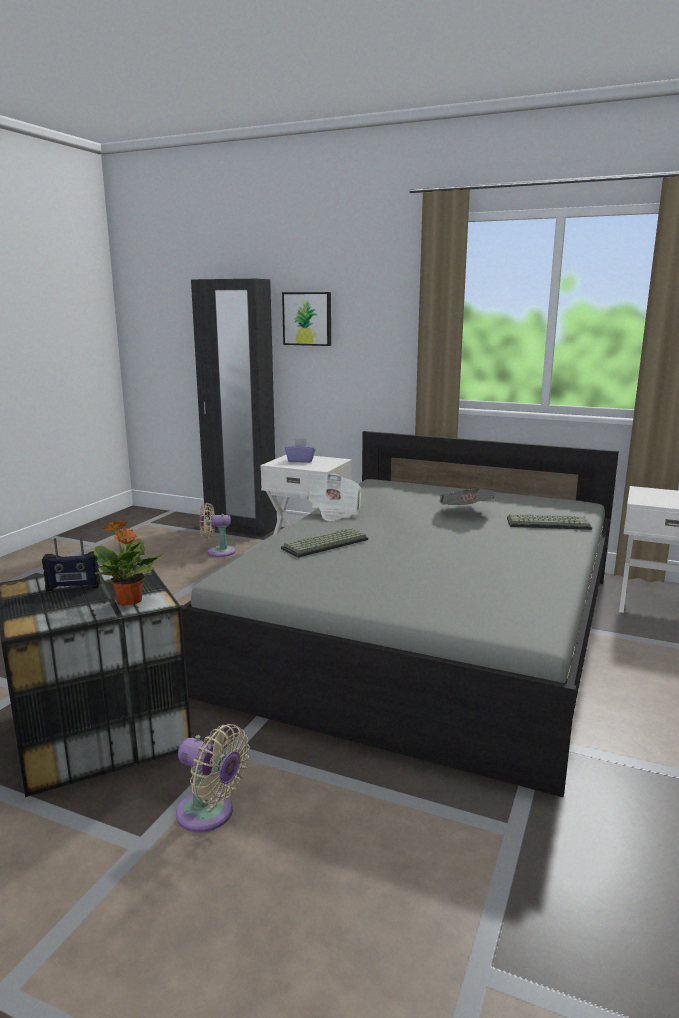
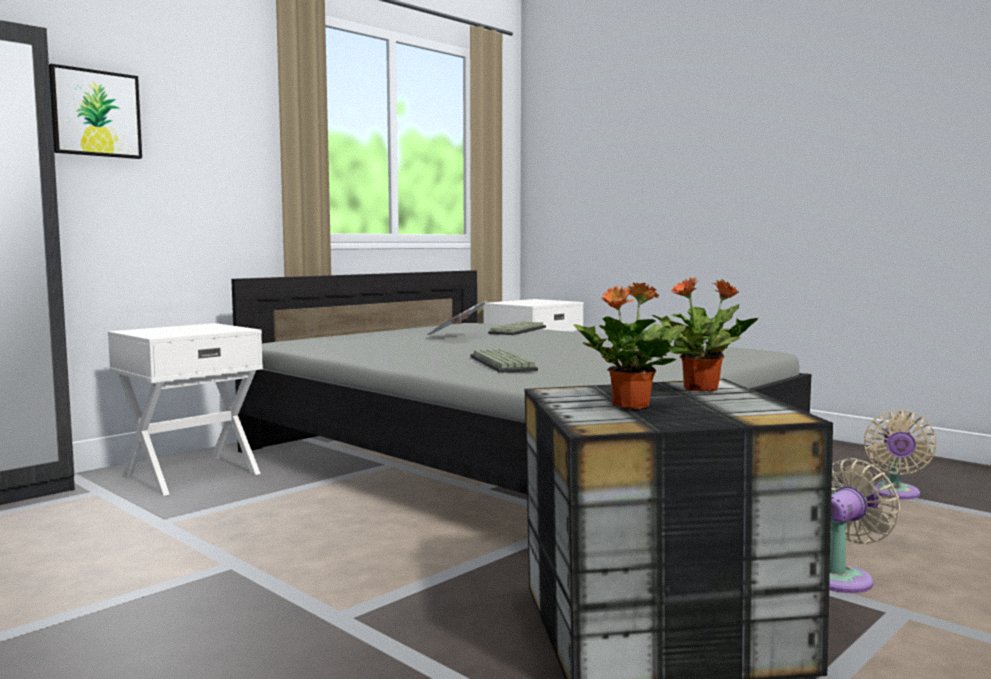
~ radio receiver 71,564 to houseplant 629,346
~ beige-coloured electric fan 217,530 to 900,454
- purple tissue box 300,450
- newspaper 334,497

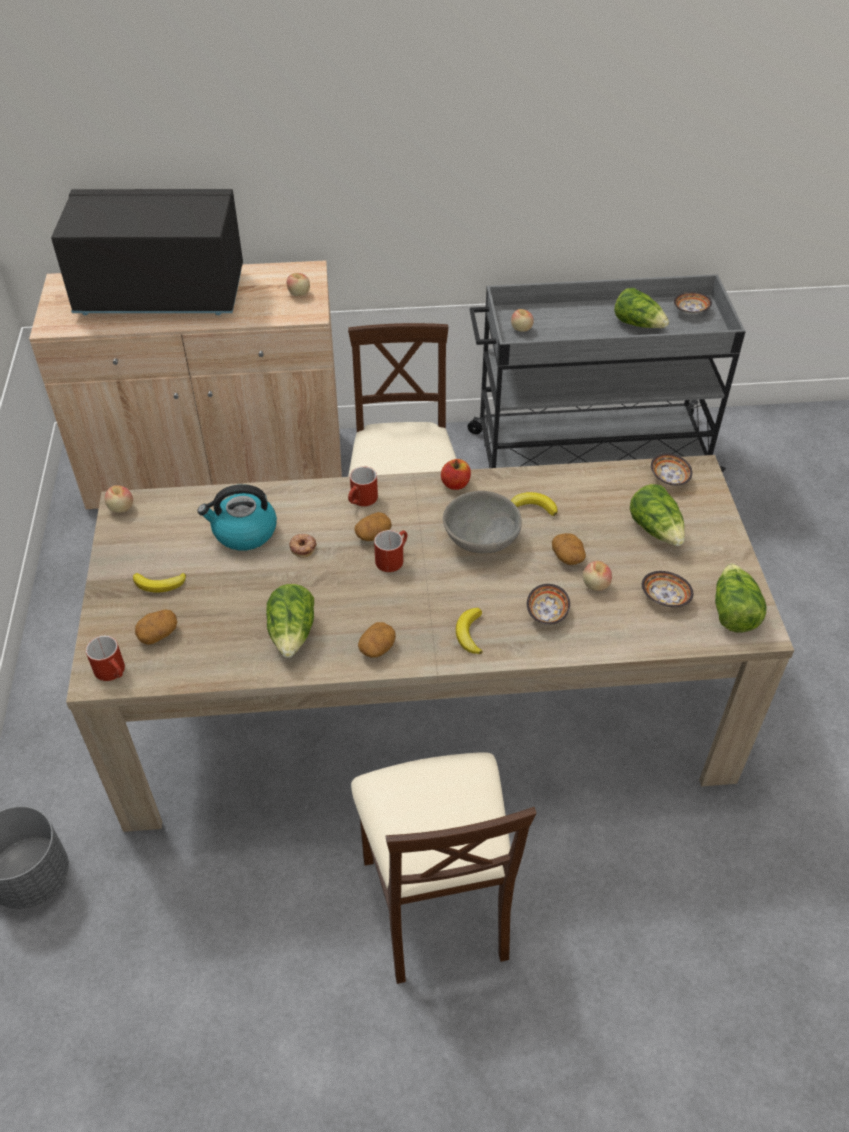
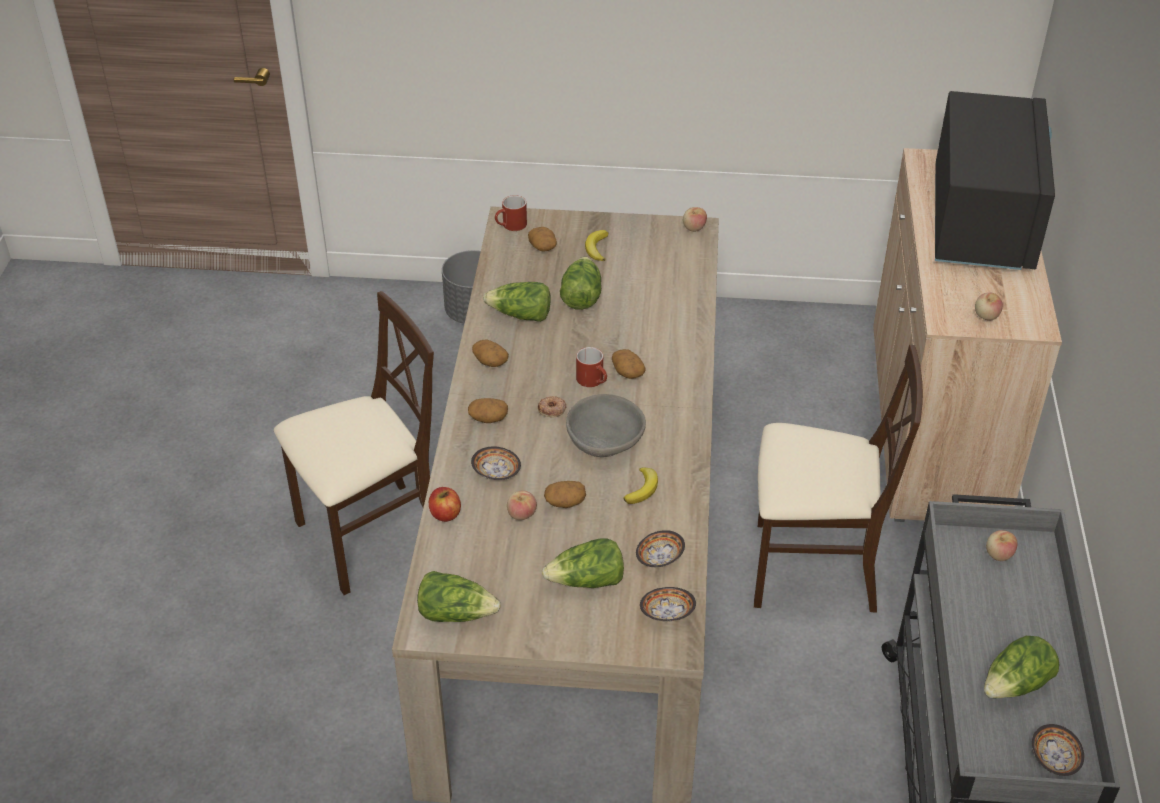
- water kettle 237,517
~ doughnut 303,546 to 552,407
- red-coloured coffee mug 363,486
~ beige-coloured plain chair 443,868 = 354,443 150 degrees clockwise
~ whole apple 456,474 to 445,504
~ banana fruit 469,631 to potato 488,410
~ serving bowl 667,589 to 660,548
+ lettuce head 580,283

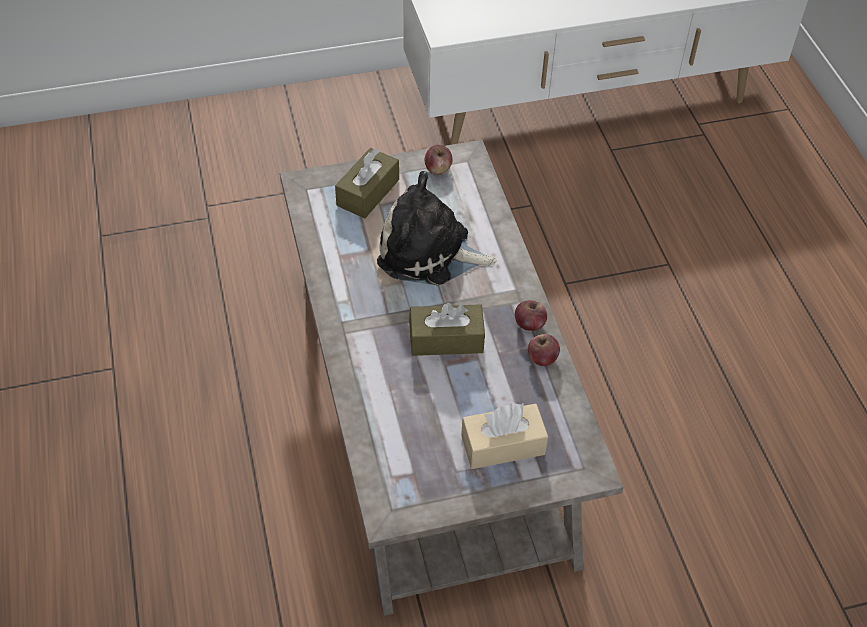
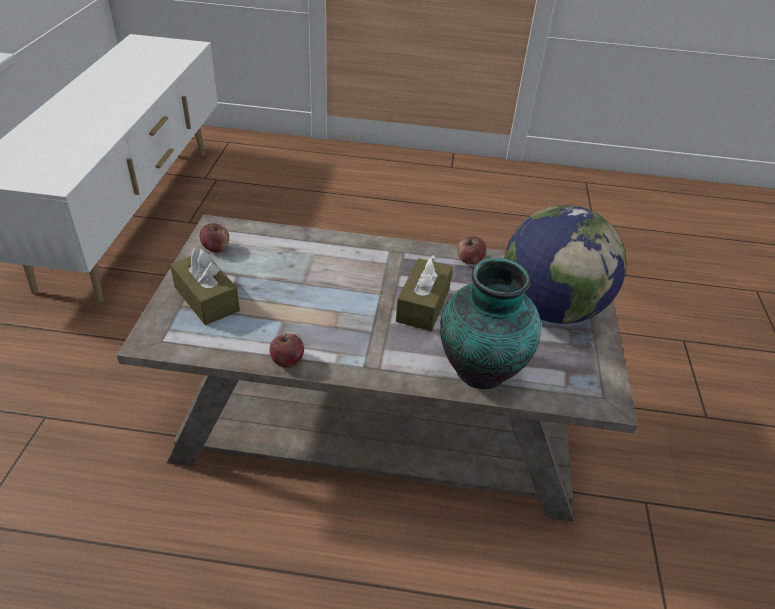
- soft toy 437,228
~ beige-coloured tissue box 504,435 to desk globe 565,264
~ whole apple 531,315 to 286,350
+ decorative vase 490,323

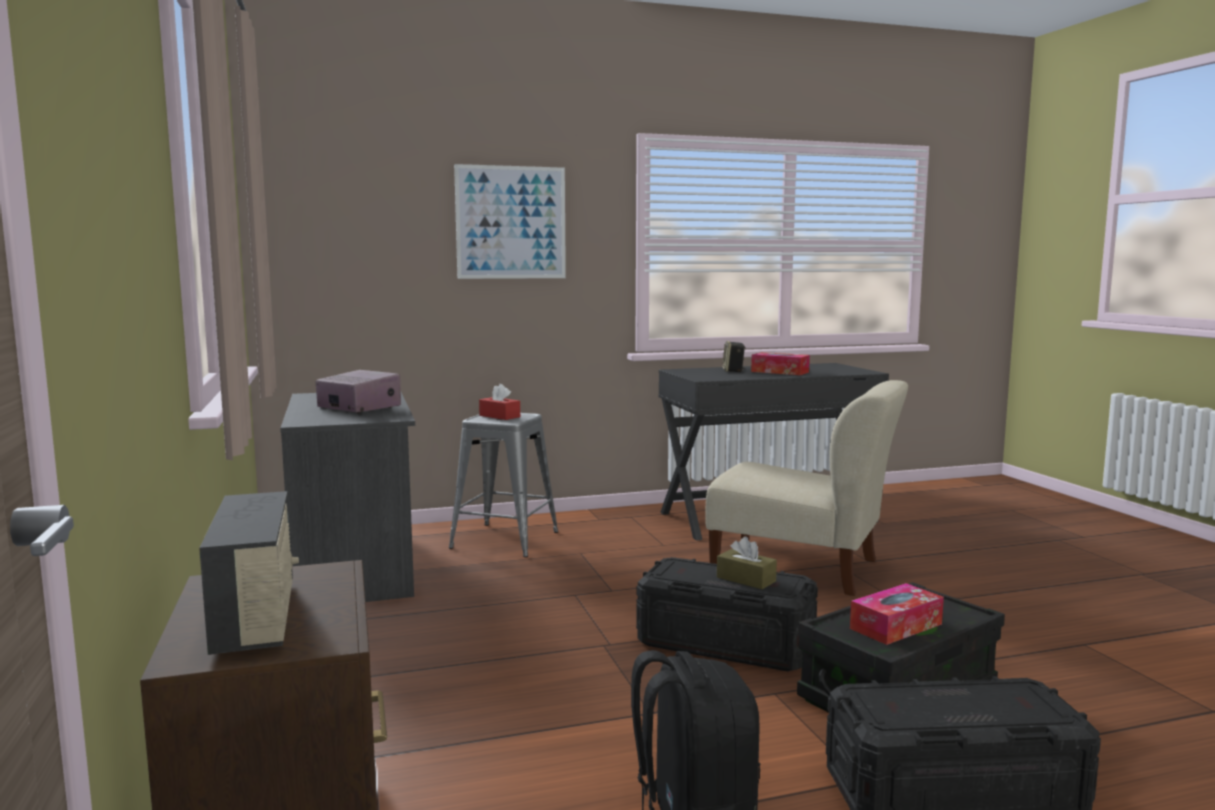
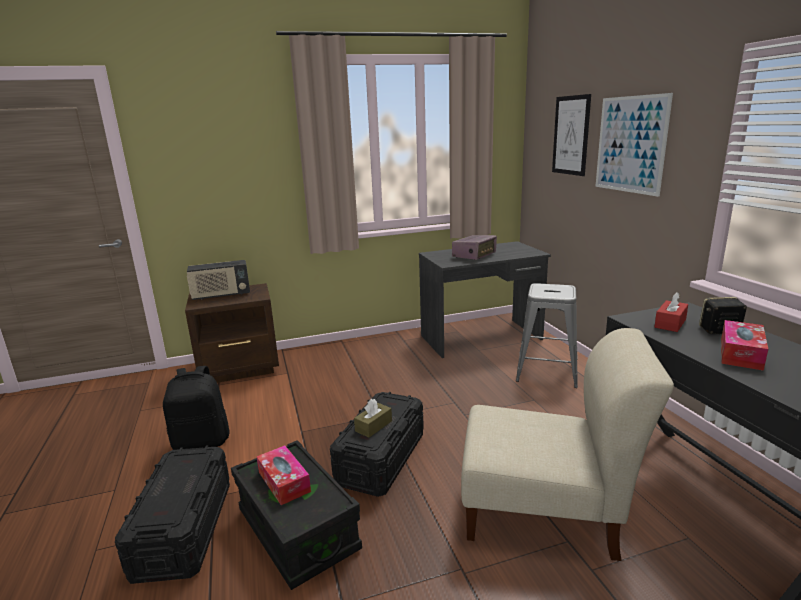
~ red-coloured tissue box 499,402 to 671,312
~ beige-coloured plain chair 806,488 = 567,444 105 degrees counterclockwise
+ wall picture 571,135

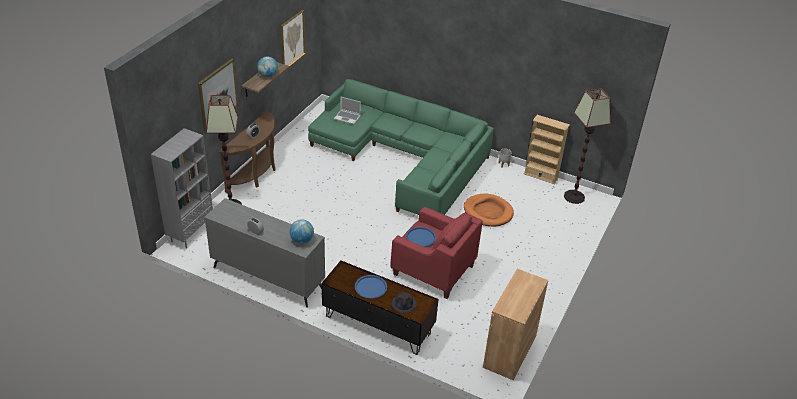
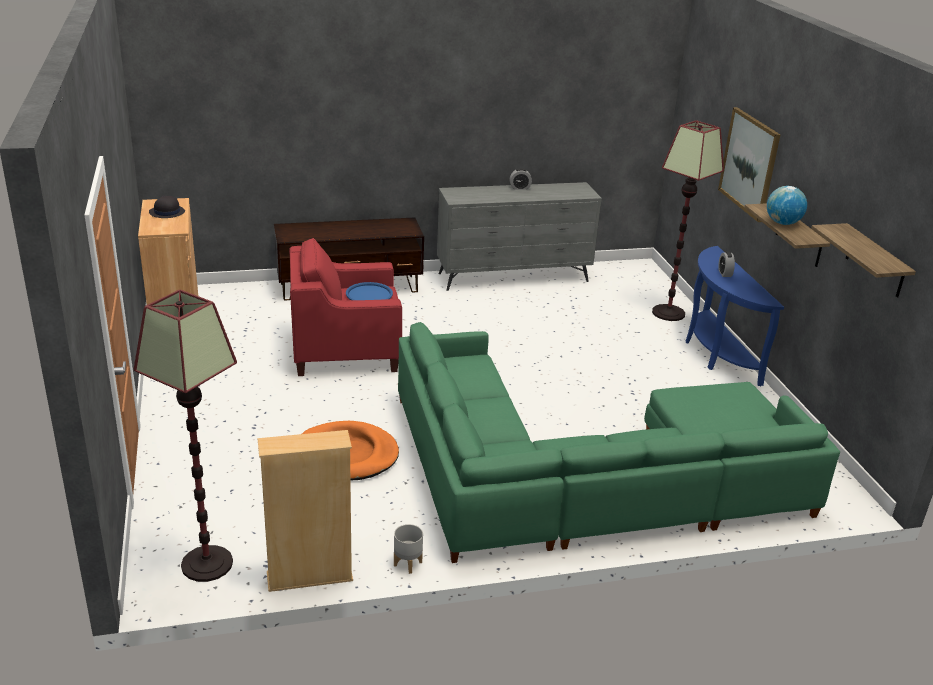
- greyish bookcase 182,188
~ brown-coloured hall table 247,152 to blue hall table 735,316
~ wall picture 293,38 to wall shelf 863,260
- desk globe 301,231
- notebook computer 347,110
- blue carrying tray 371,287
~ blackish wearable hat 404,302 to 167,206

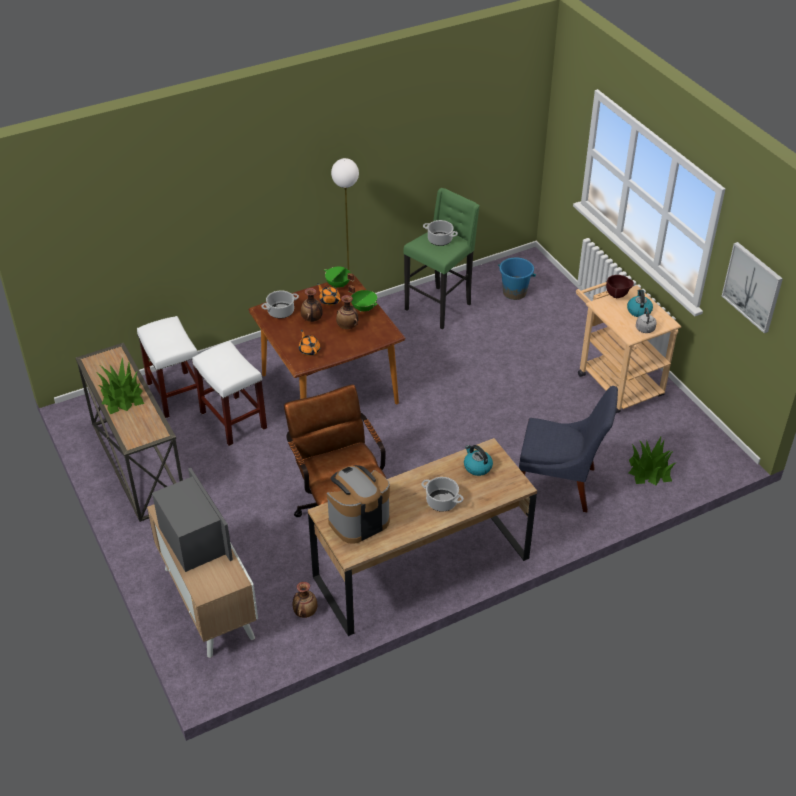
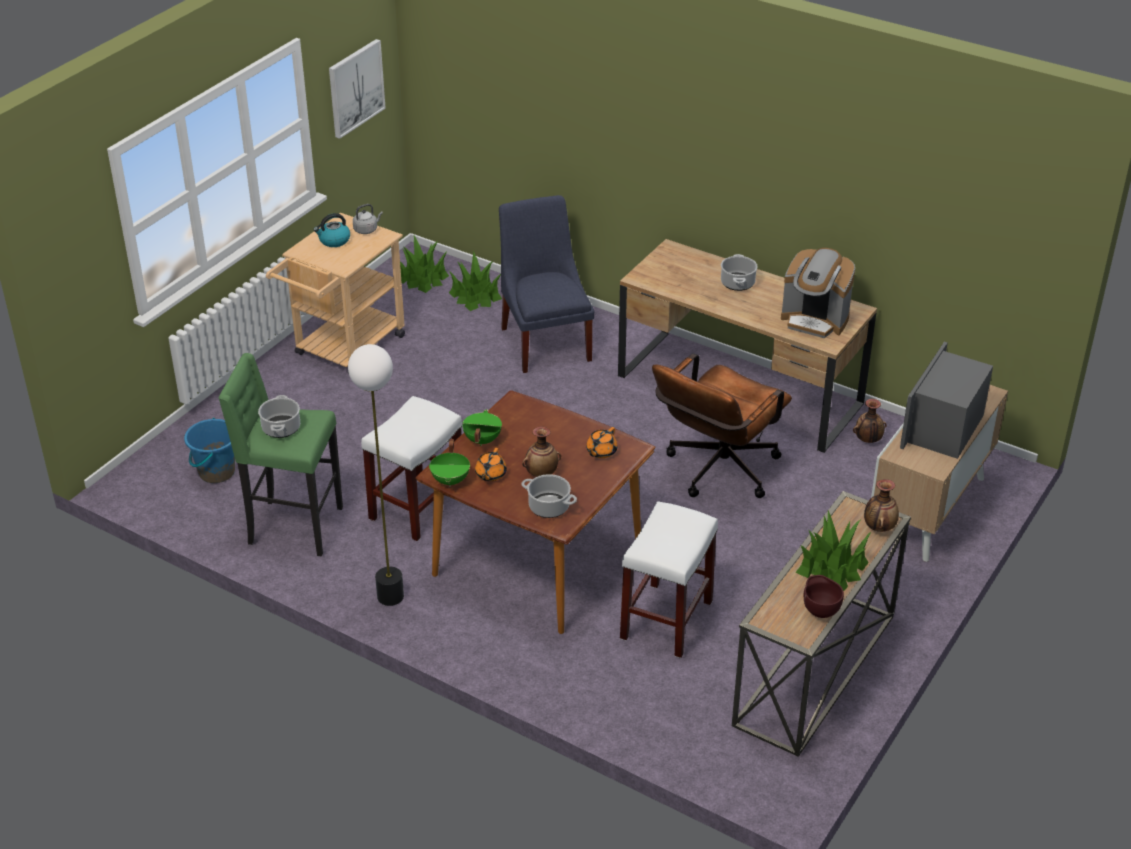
~ white stool seat 171,367 to 411,468
~ decorative vase 347,312 to 881,505
- water kettle 478,460
~ brown-coloured serving bowl 620,286 to 824,596
+ houseplant 424,264

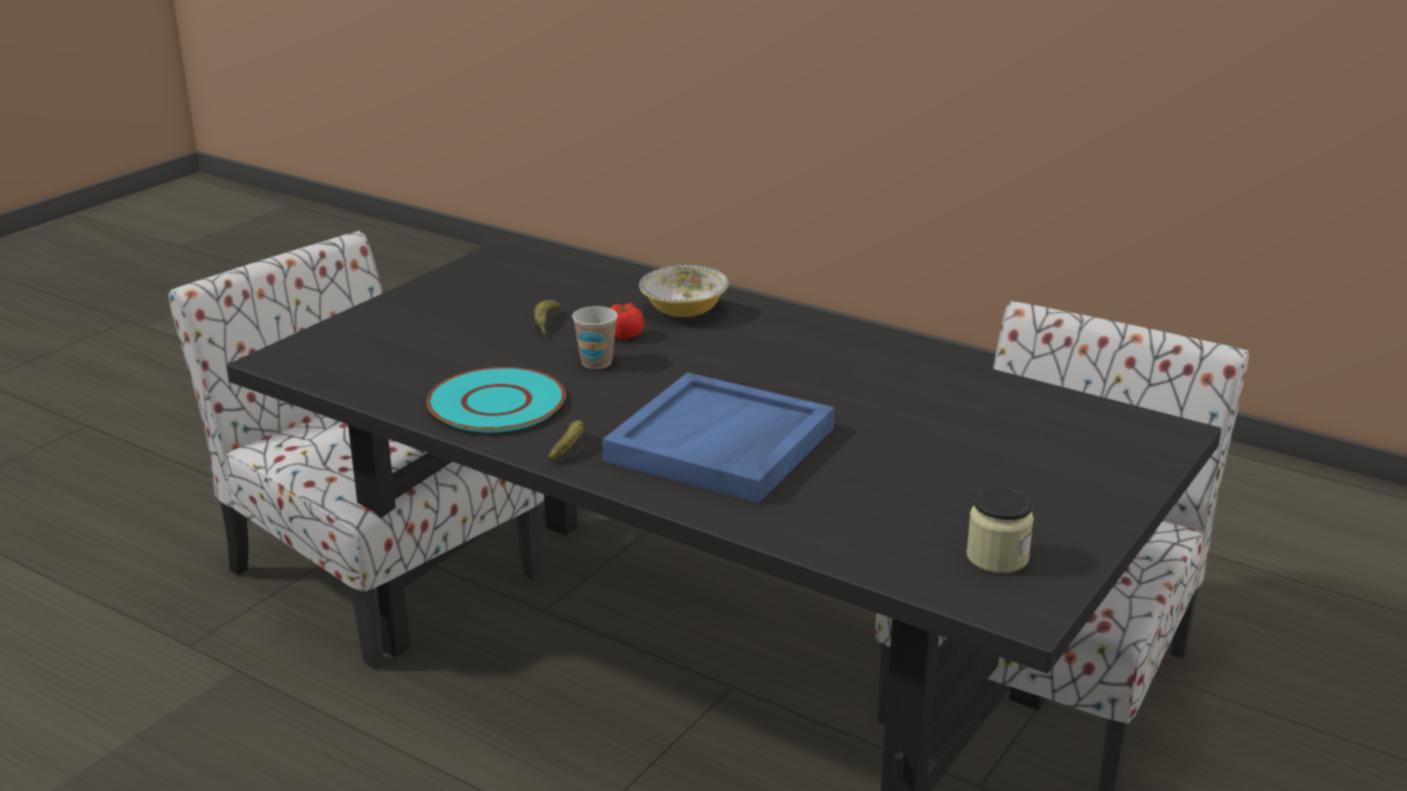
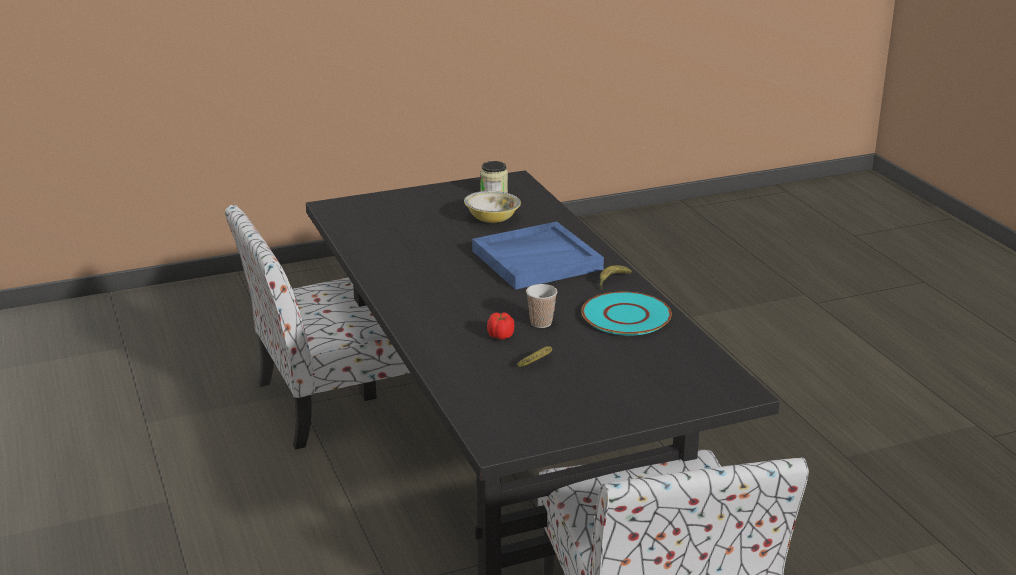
~ serving bowl 684,291 to 492,207

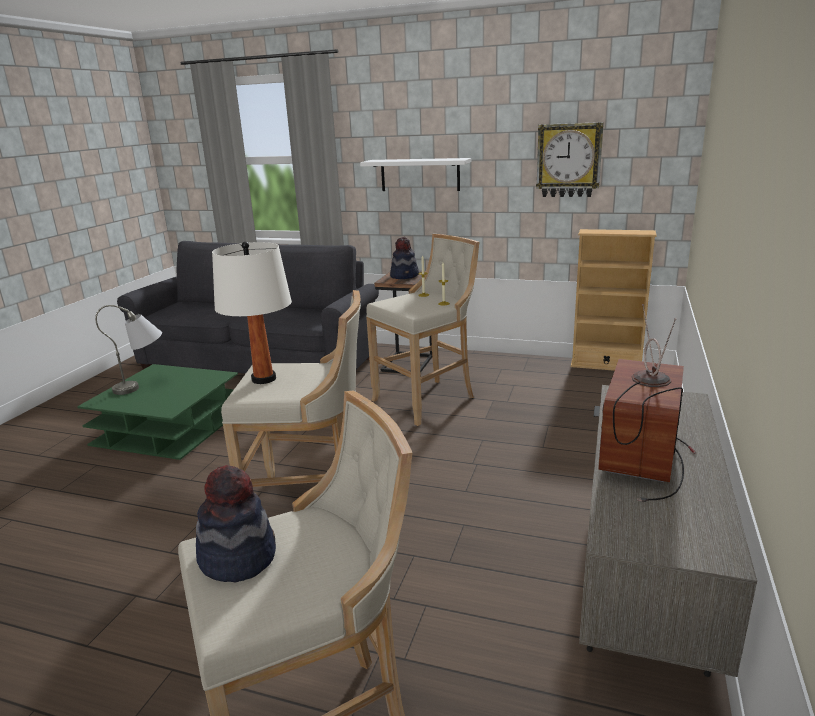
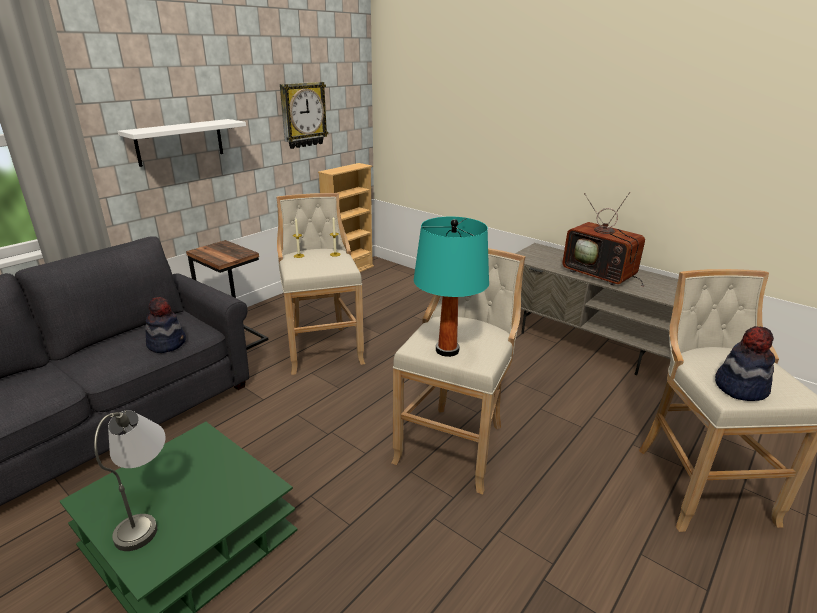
~ white table lamp 252,313 to turquoise-coloured table lamp 451,287
~ wearable hat 404,258 to 165,325

